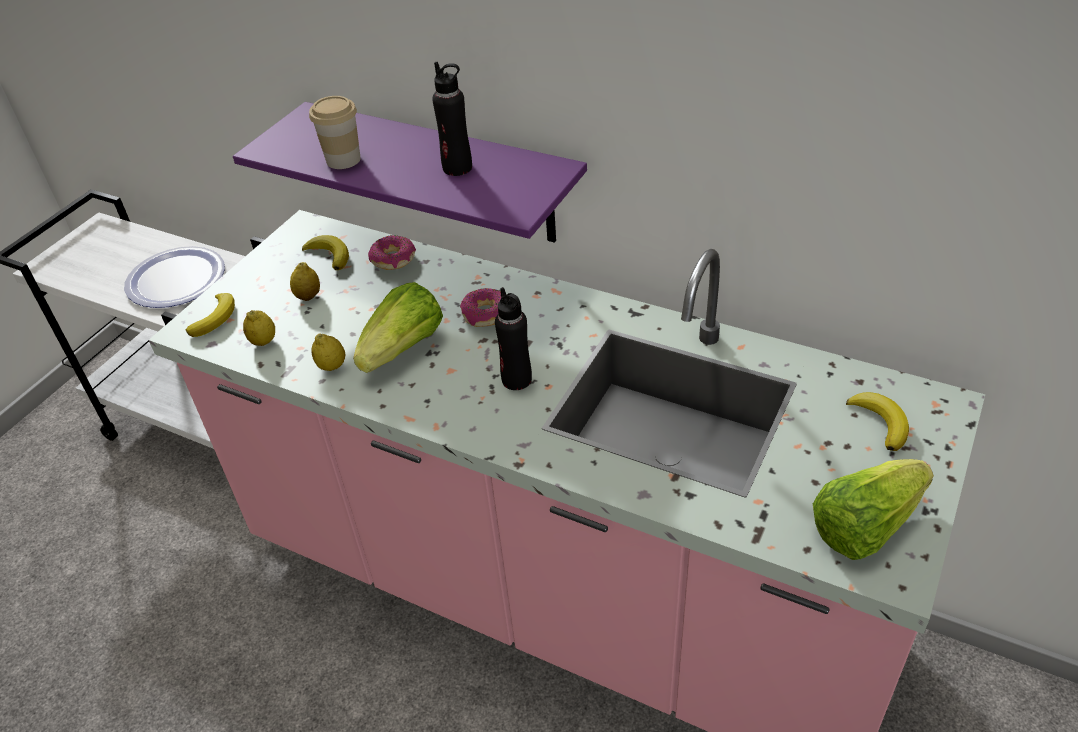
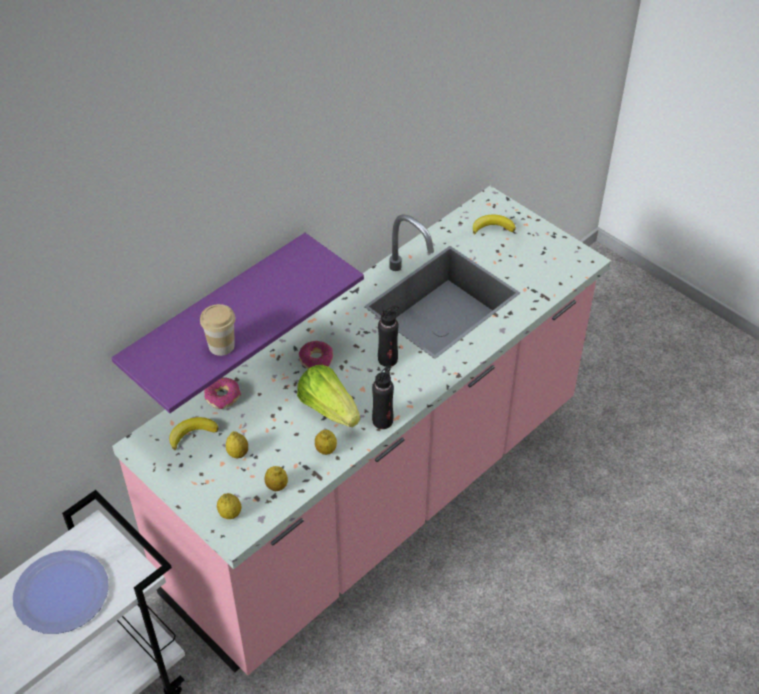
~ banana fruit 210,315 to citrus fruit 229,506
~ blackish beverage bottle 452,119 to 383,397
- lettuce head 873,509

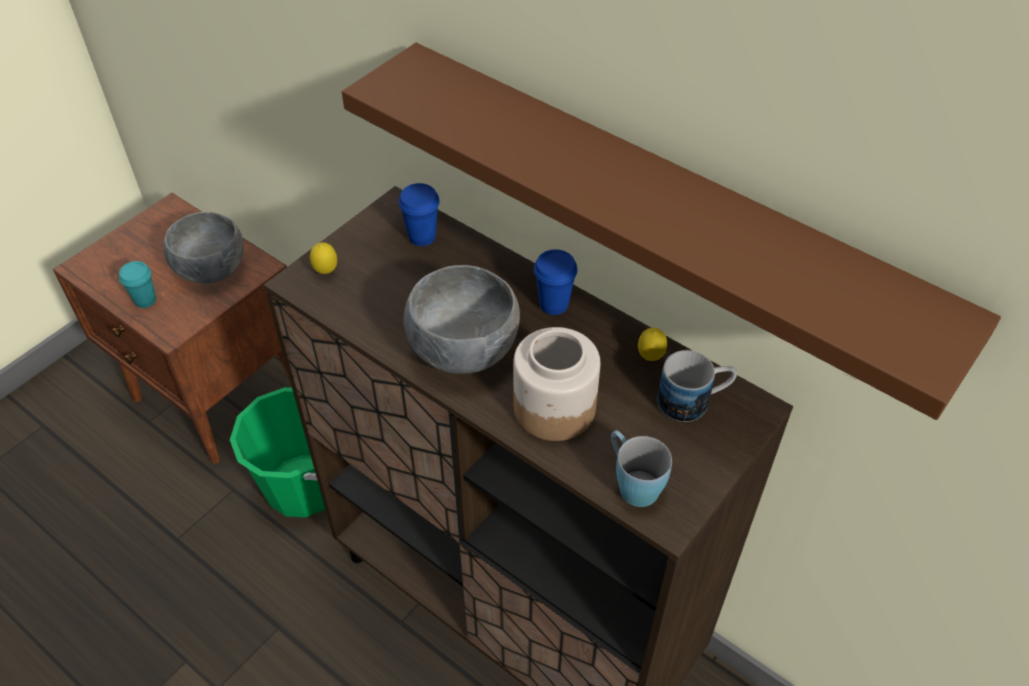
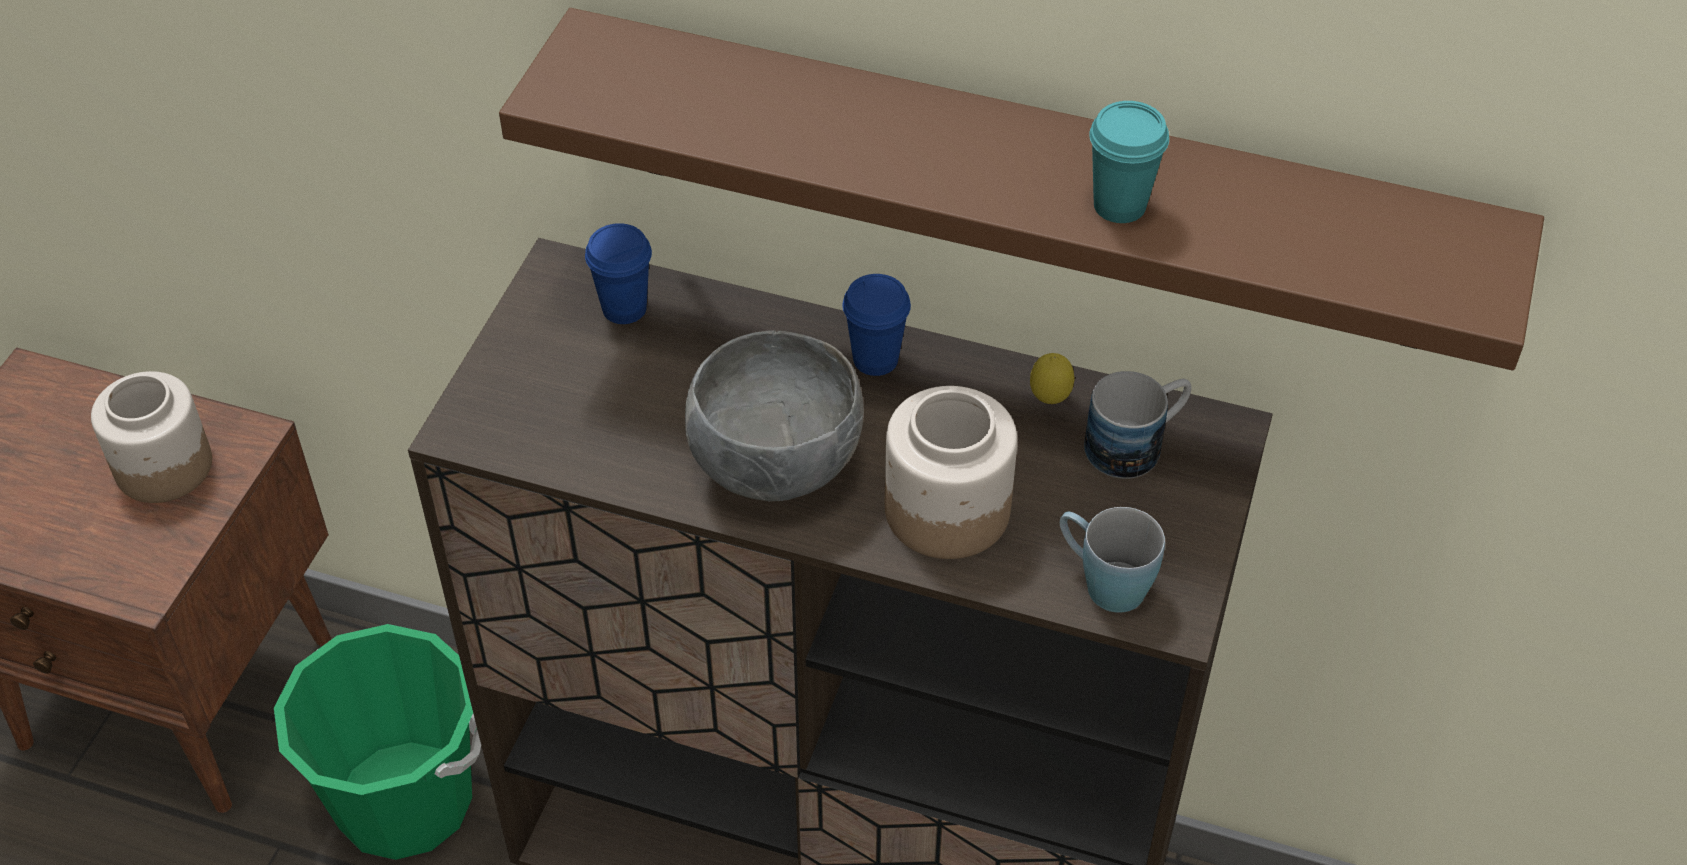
~ turquoise-coloured cup 137,284 to 1129,162
~ greyish serving bowl 204,248 to preserve jar 151,437
- citrus fruit 323,258

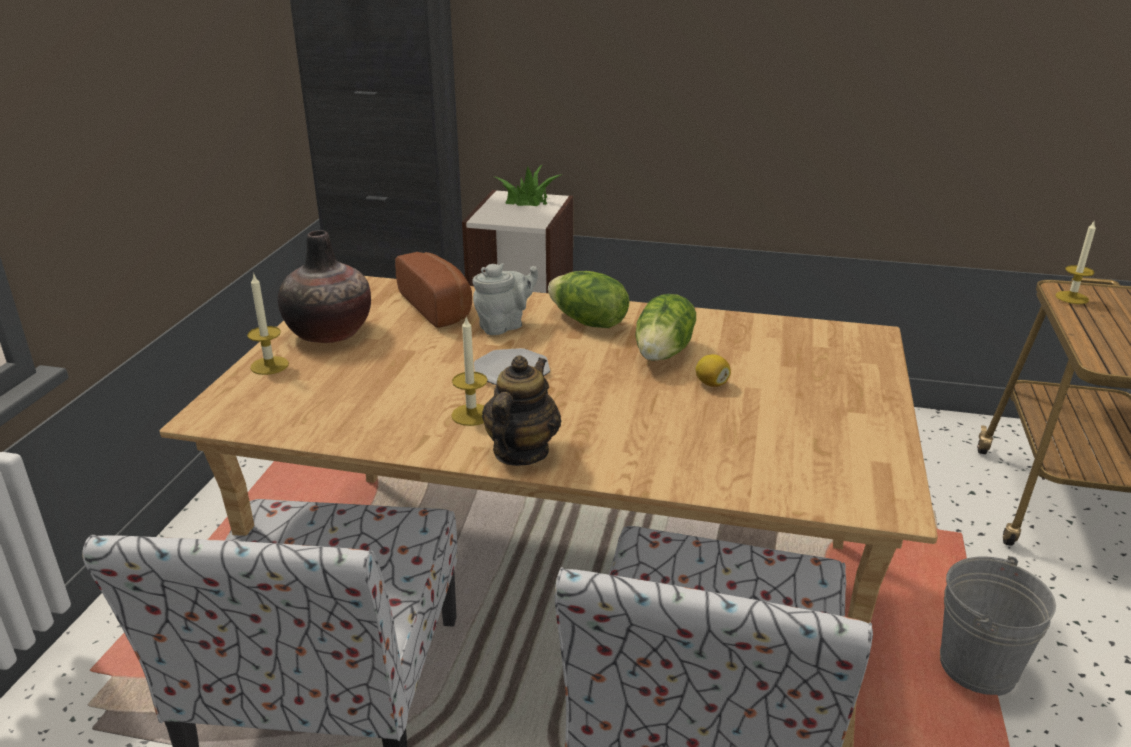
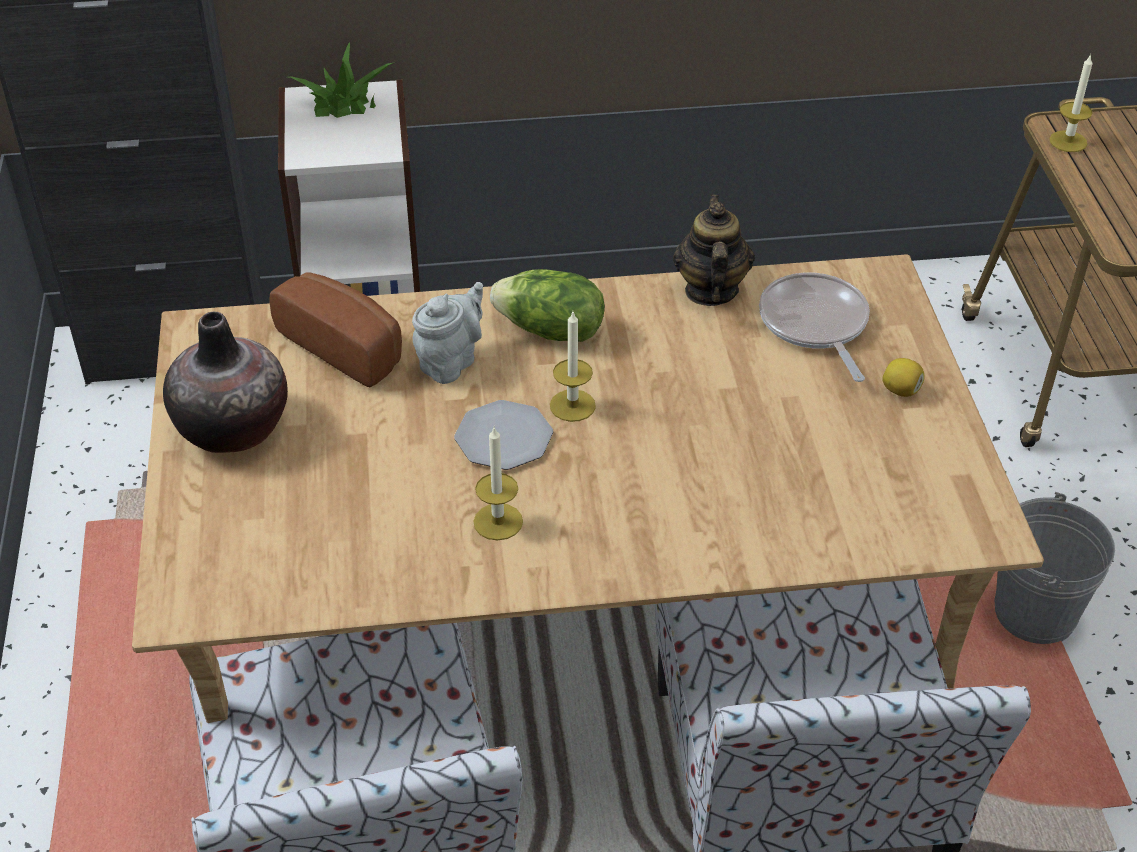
~ candle 268,324 to 573,367
~ tea pot 521,410 to 714,250
- lettuce head 666,327
~ citrus fruit 713,370 to 903,377
+ skillet 814,327

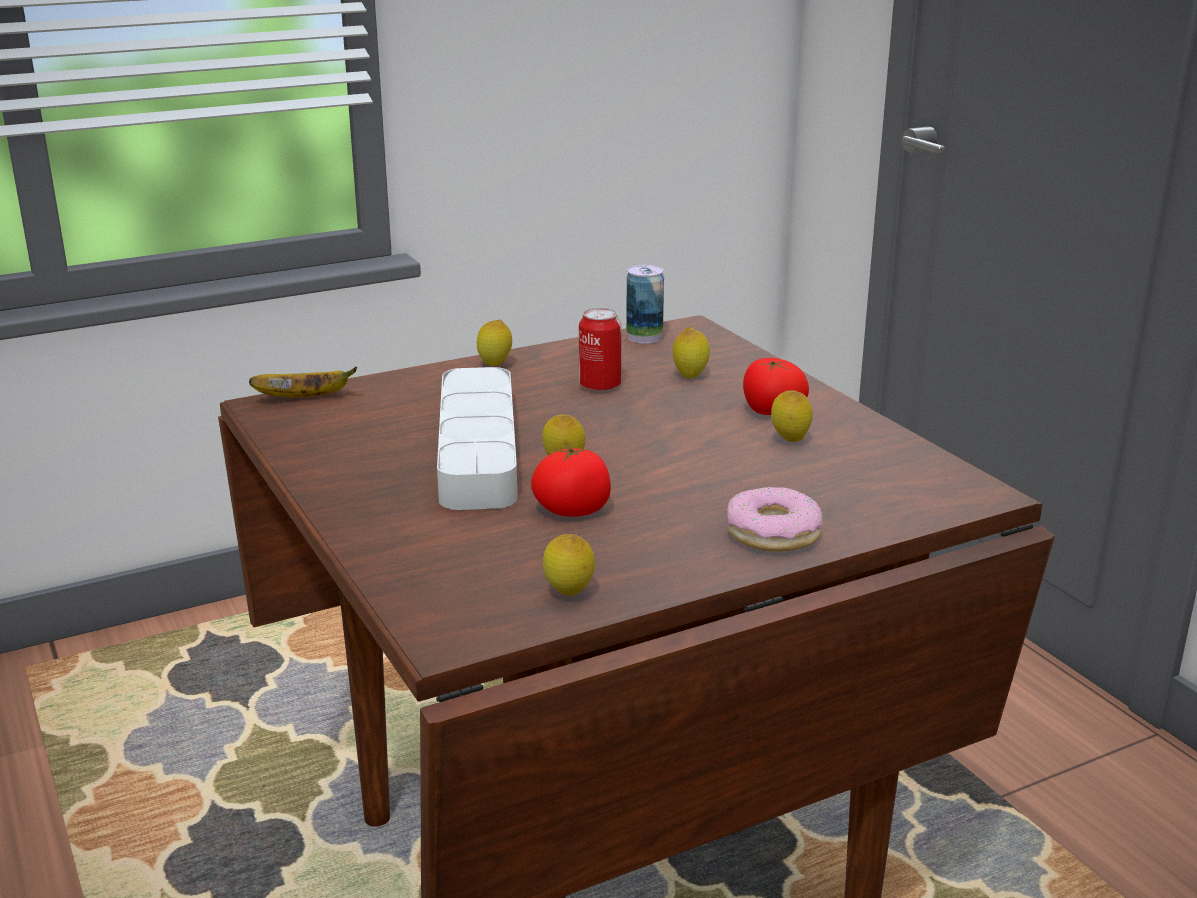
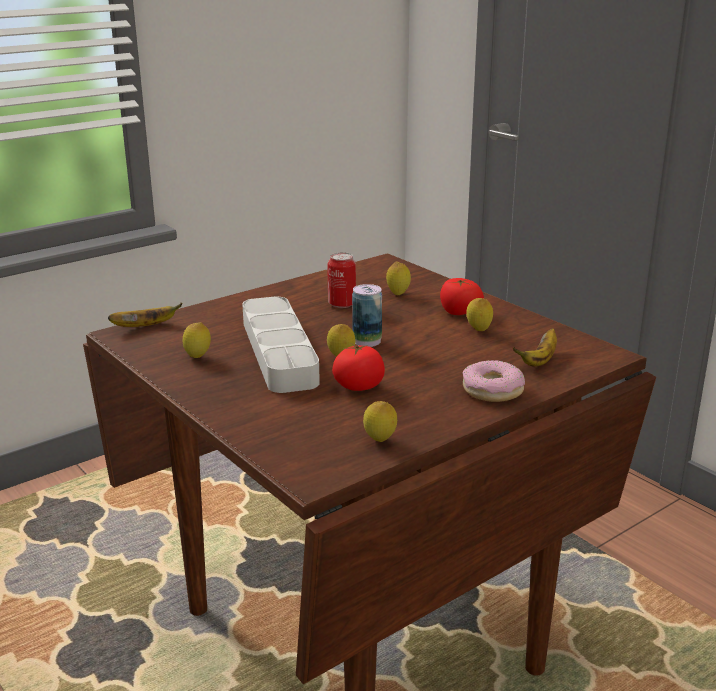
~ citrus fruit 494,343 to 197,340
~ sealed can 645,304 to 367,315
+ banana fruit 535,347

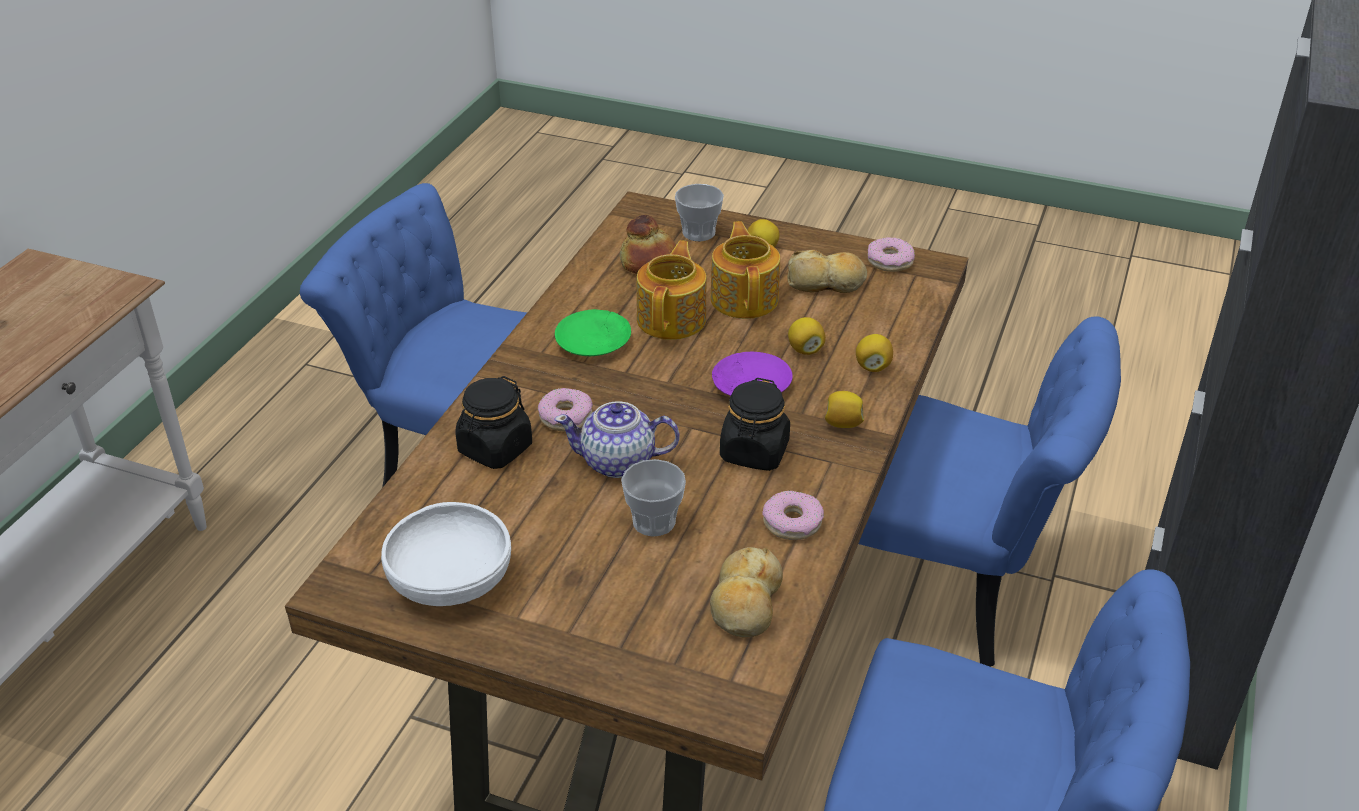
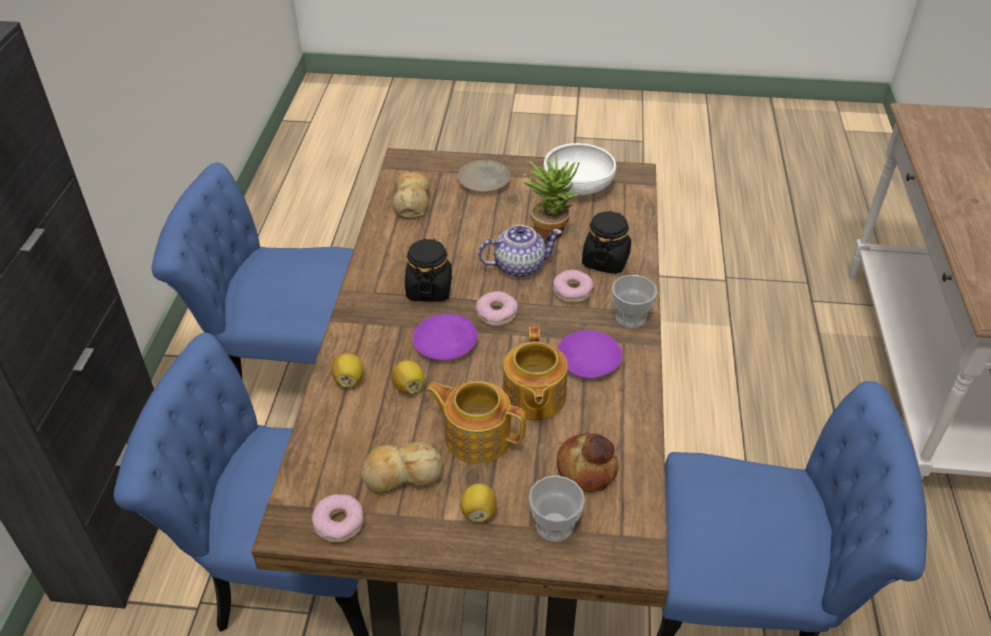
~ greenish dinner plate 593,332 to purple dinner plate 589,354
~ cup 653,498 to 634,301
~ tea pot 745,270 = 475,422 135 degrees clockwise
~ doughnut 793,515 to 497,308
- citrus fruit 844,409
+ beige-coloured dinner plate 484,176
+ houseplant 550,197

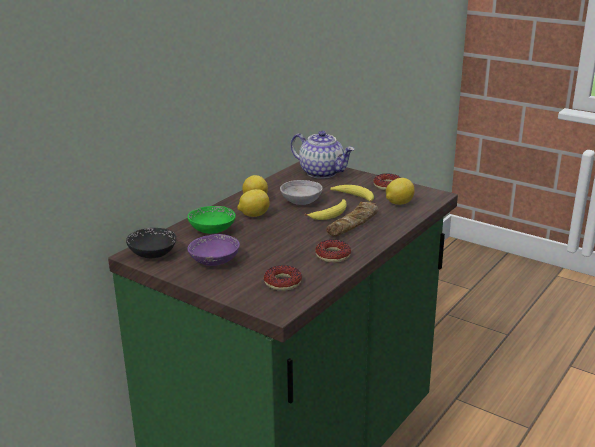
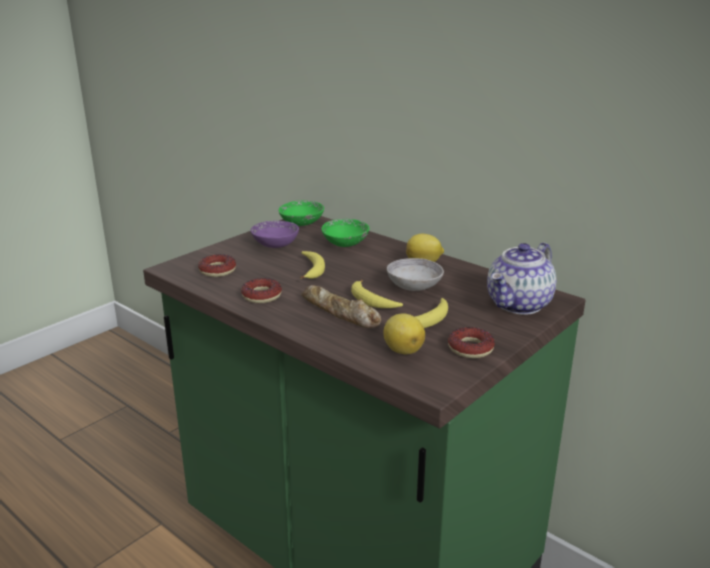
~ blackish serving bowl 151,243 to greenish serving bowl 301,213
- citrus fruit 253,203
+ banana fruit 312,265

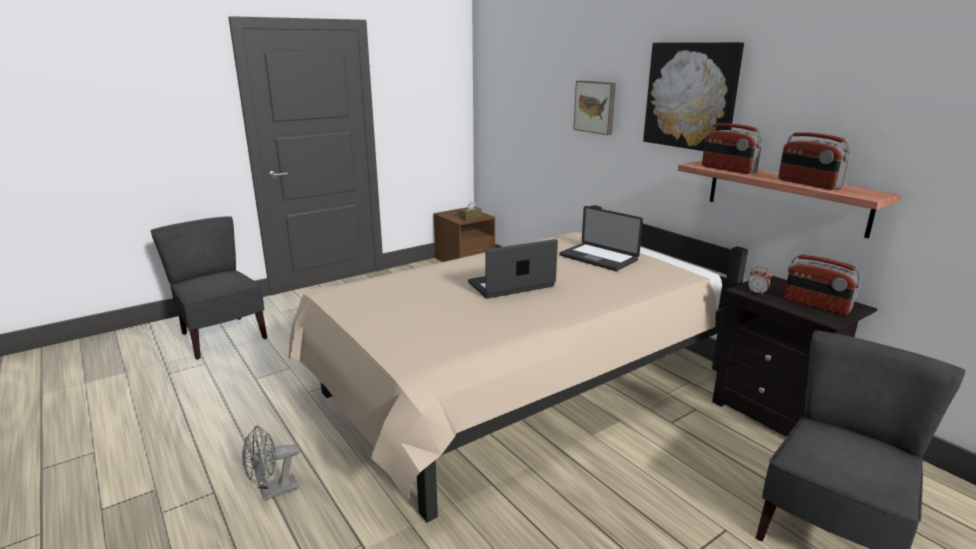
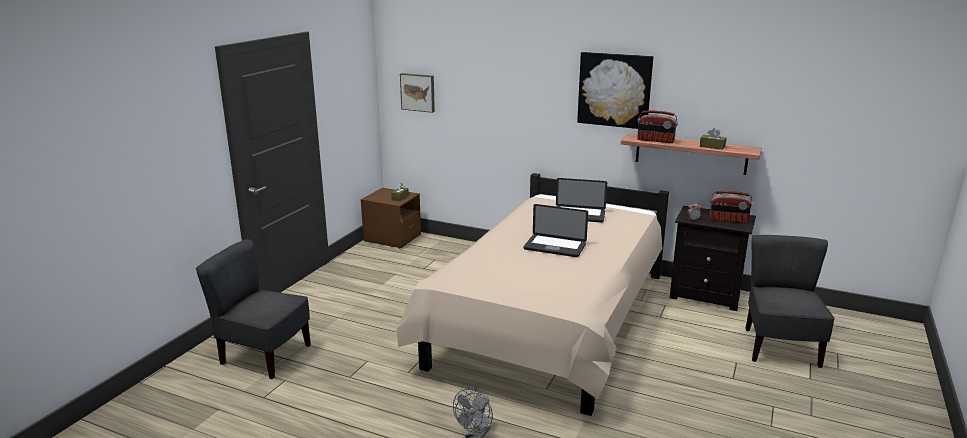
~ notebook computer 513,269 = 555,230 105 degrees counterclockwise
~ wall picture 594,108 to 417,93
~ radio receiver 814,161 to brown-coloured tissue box 713,139

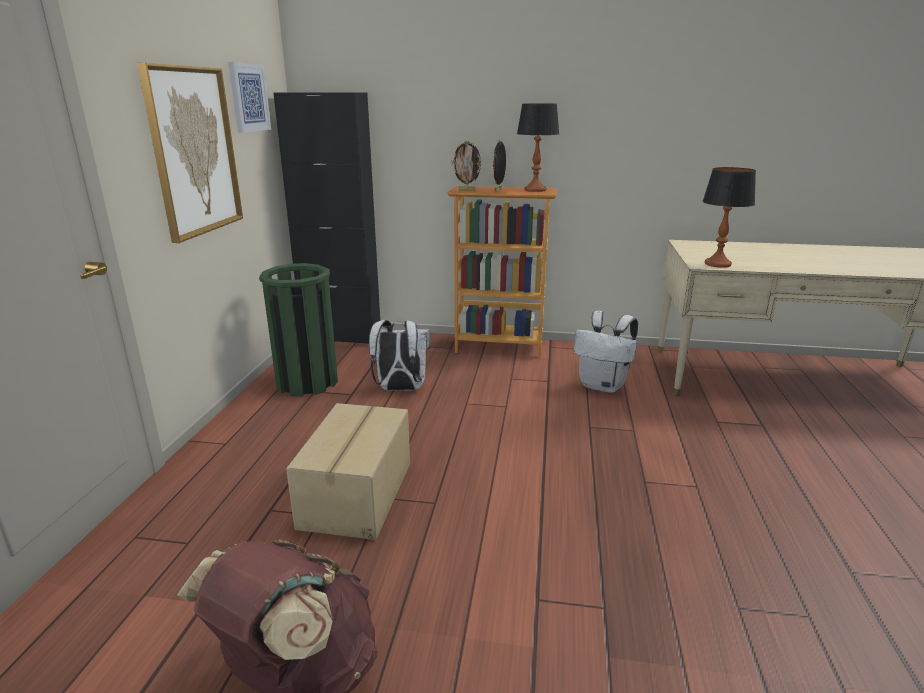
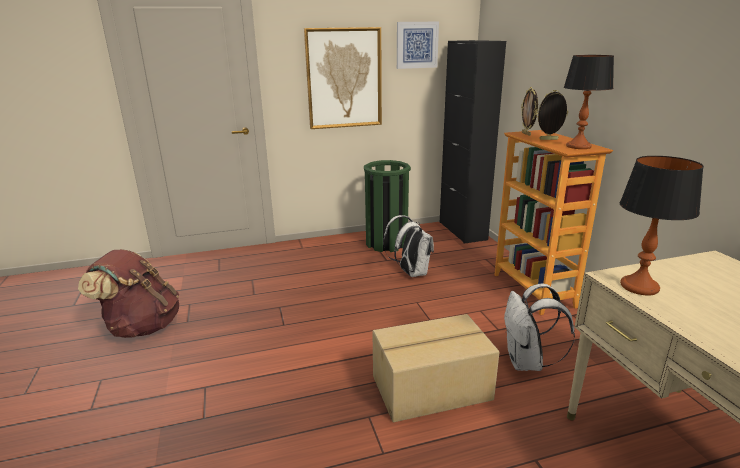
~ cardboard box 348,471 to 435,368

